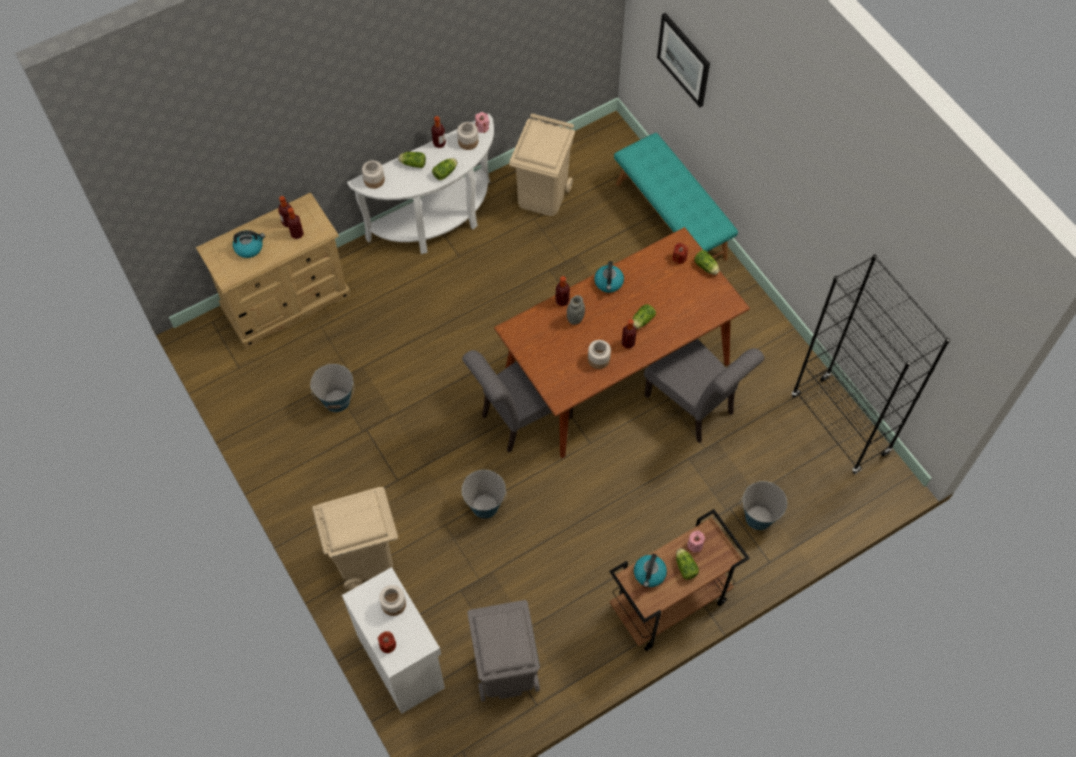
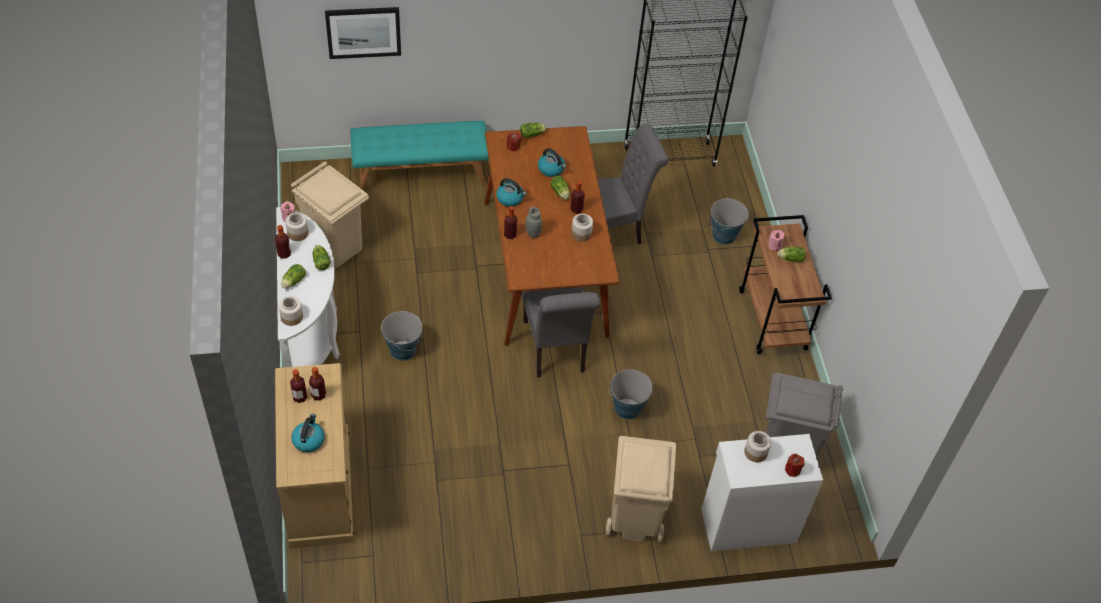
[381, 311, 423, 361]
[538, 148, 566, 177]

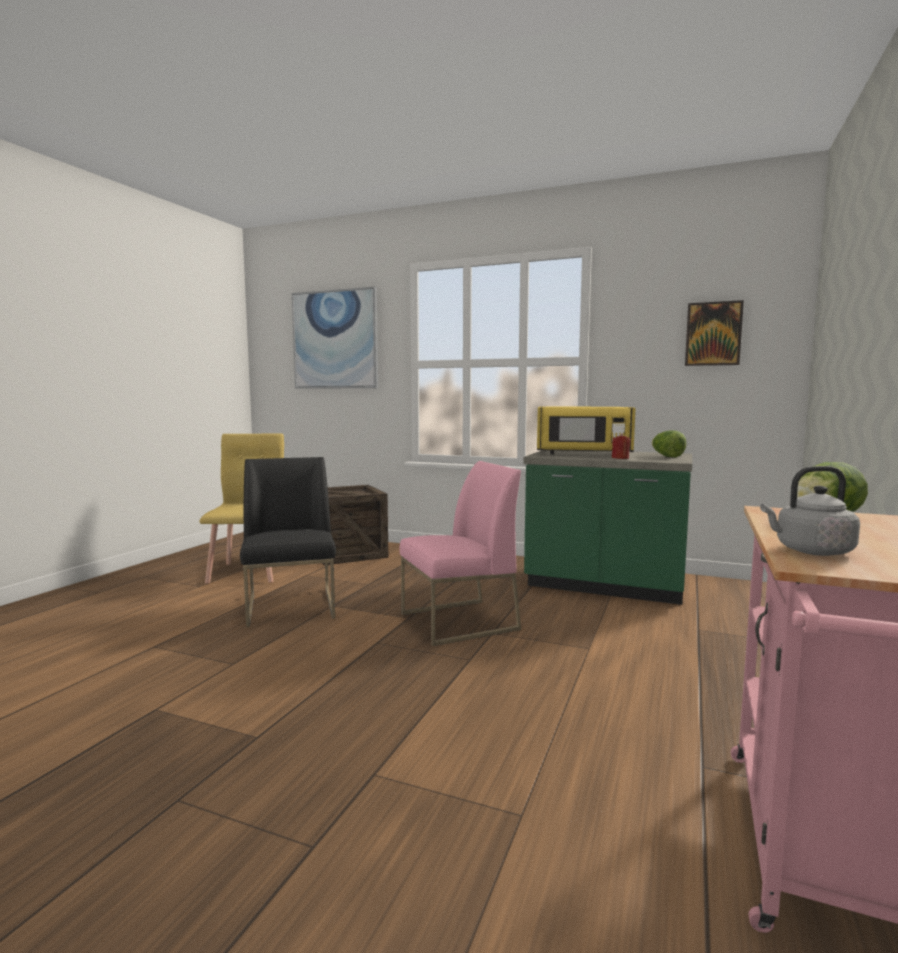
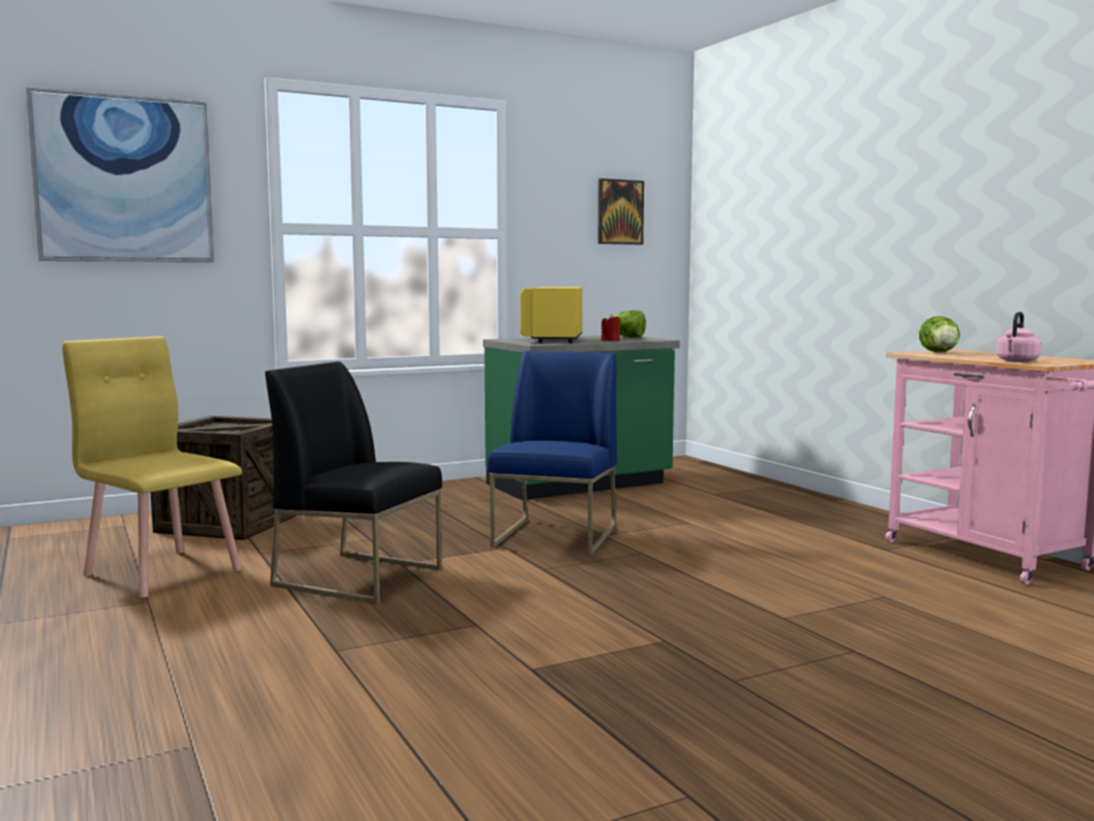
[487, 351, 617, 556]
[996, 312, 1041, 362]
[520, 287, 582, 343]

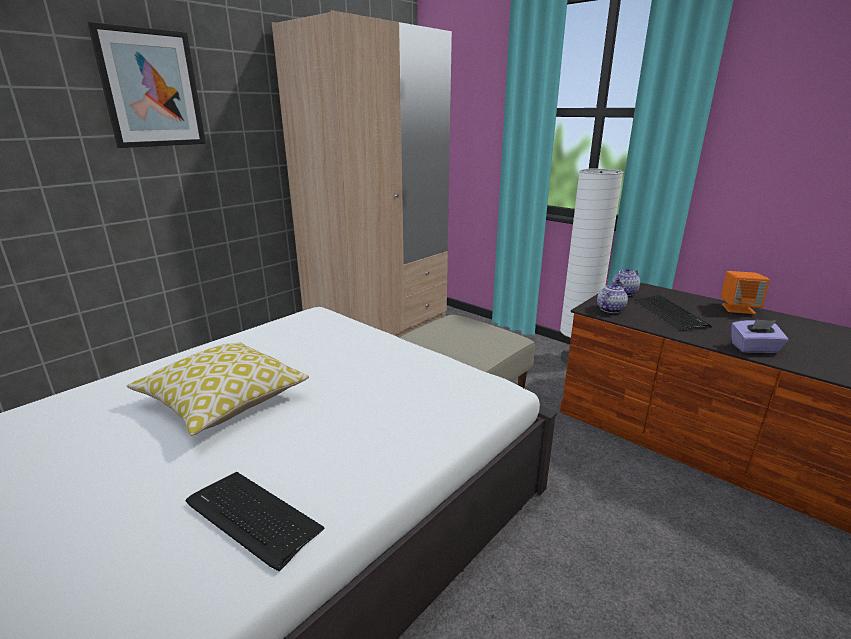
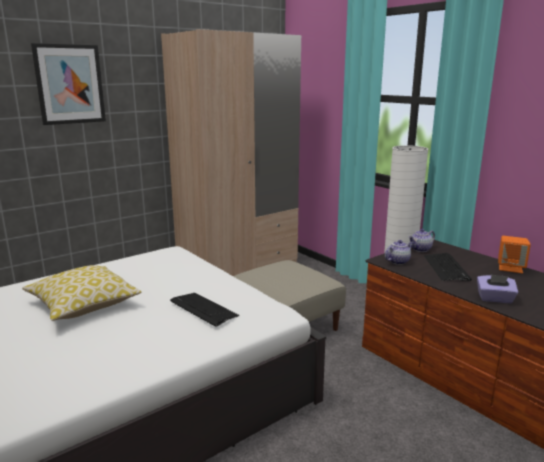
[170, 293, 239, 327]

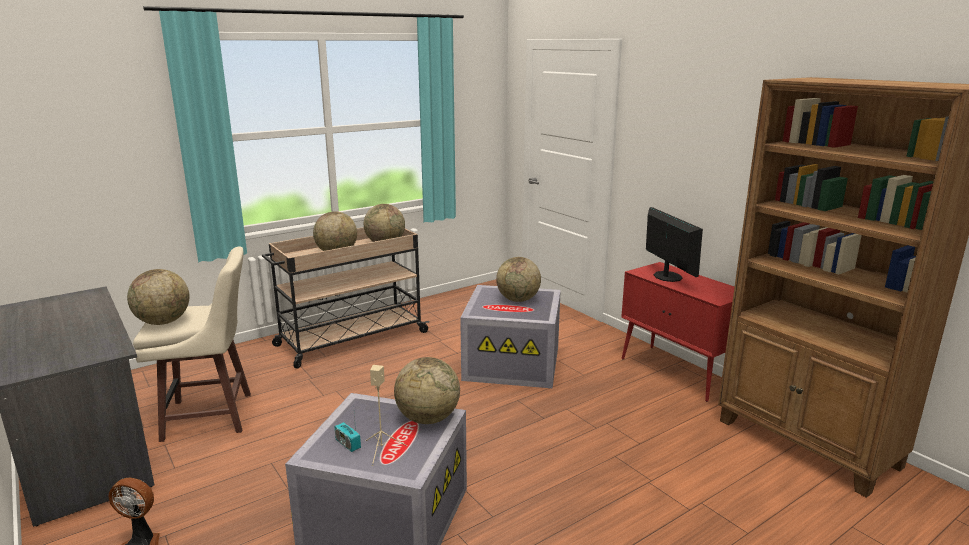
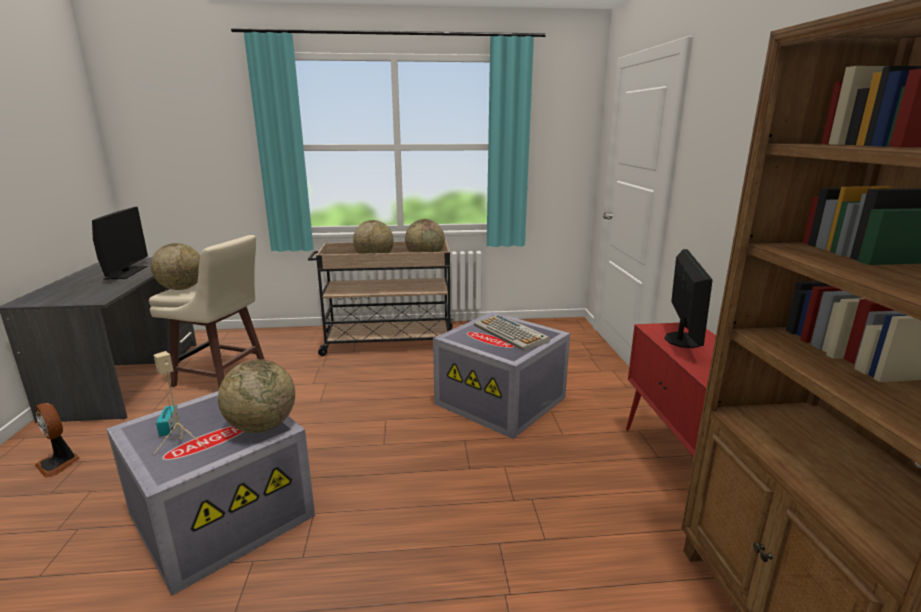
[92, 207, 148, 280]
[474, 314, 550, 351]

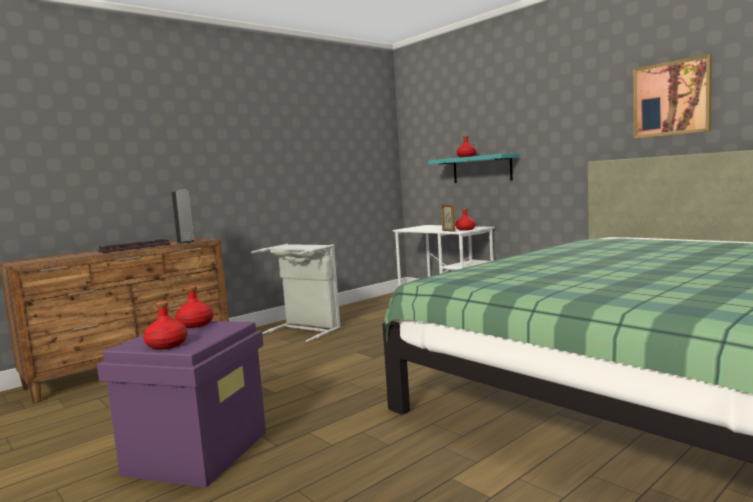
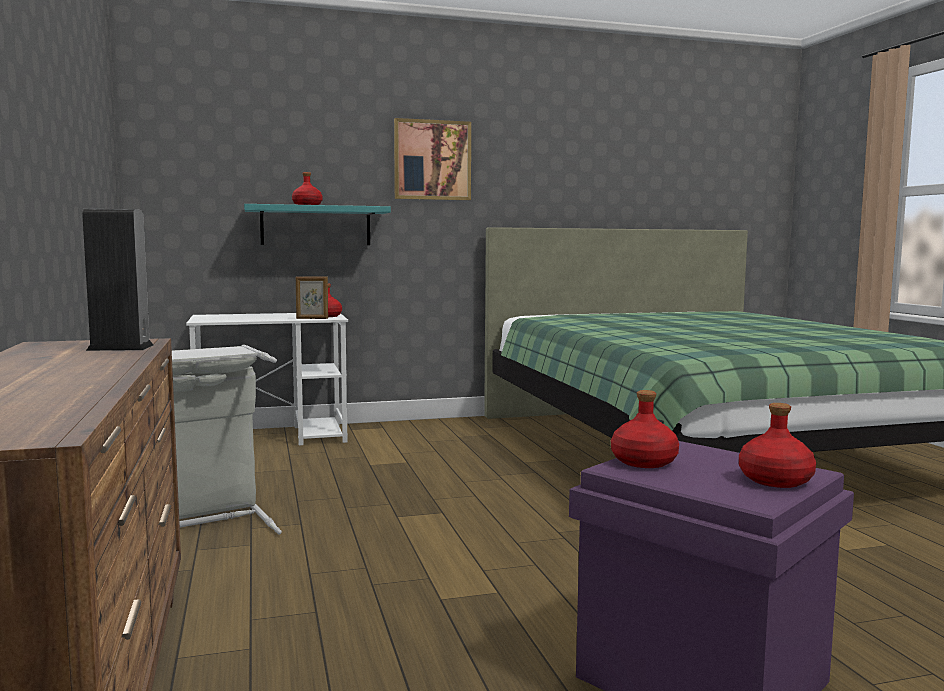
[98, 239, 171, 253] (first image)
[394, 118, 471, 200]

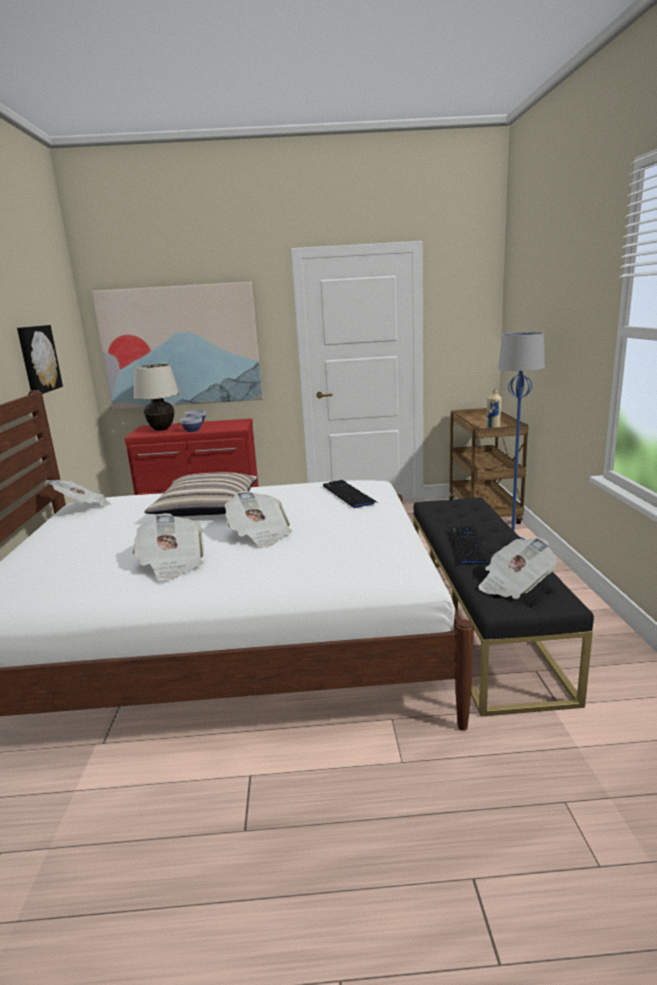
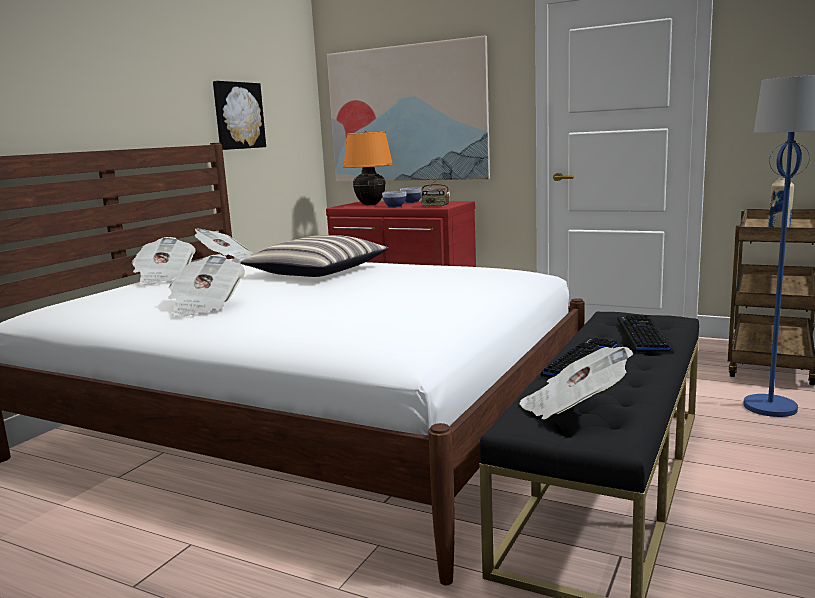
[421, 175, 450, 207]
[132, 237, 196, 285]
[617, 315, 676, 352]
[343, 131, 393, 205]

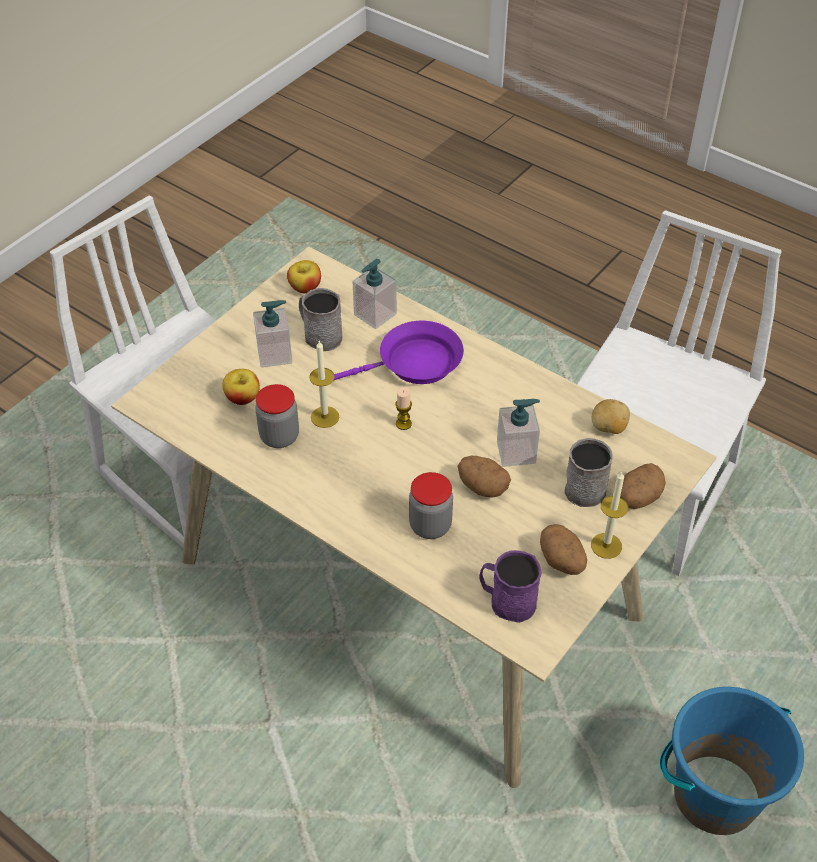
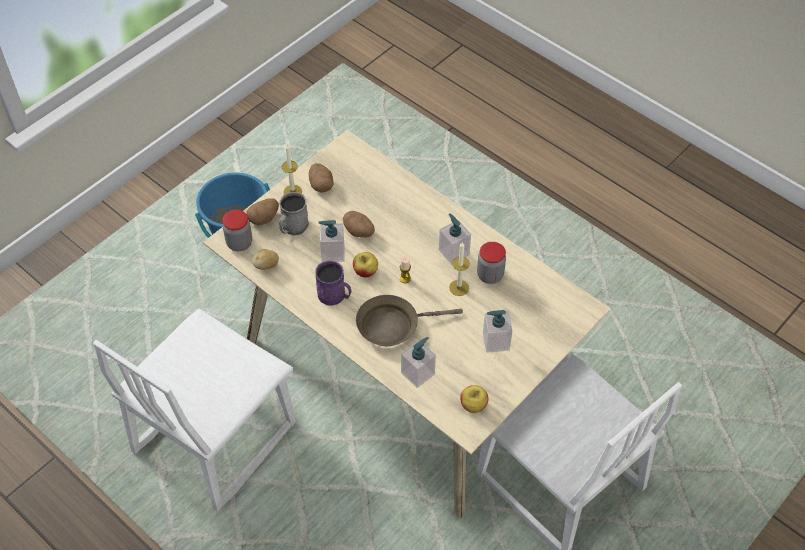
[299, 288, 342, 351] (first image)
[439, 214, 471, 265]
[353, 252, 378, 277]
[222, 210, 252, 251]
[316, 261, 351, 306]
[356, 295, 463, 346]

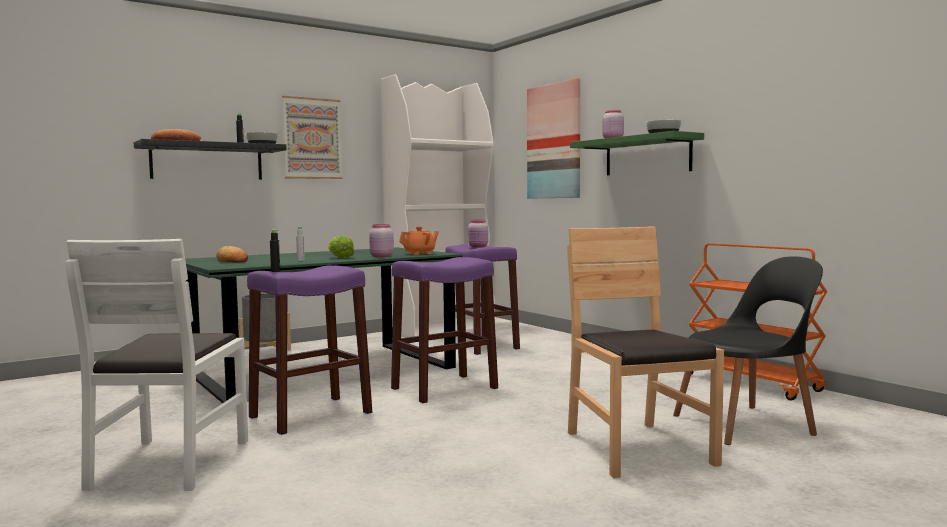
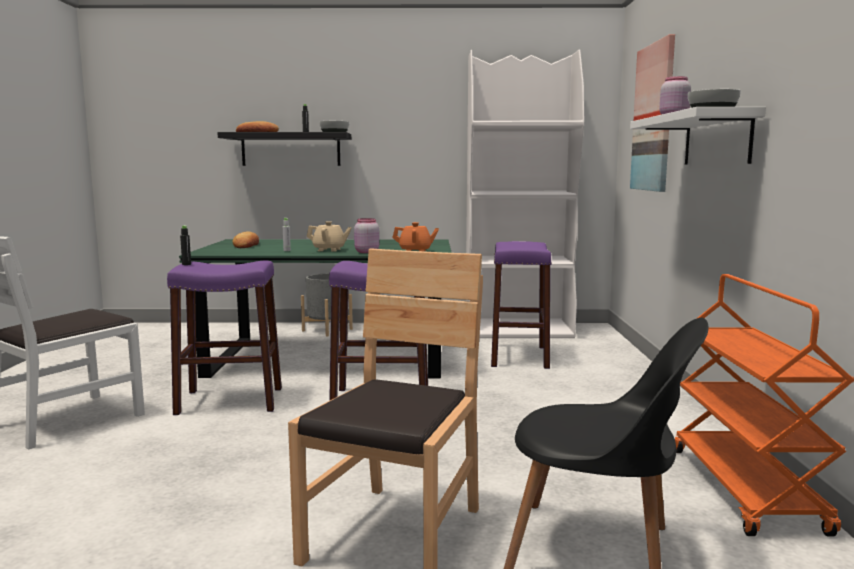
[282, 96, 343, 179] (first image)
[468, 220, 488, 248] (first image)
[307, 221, 352, 252]
[630, 107, 766, 164]

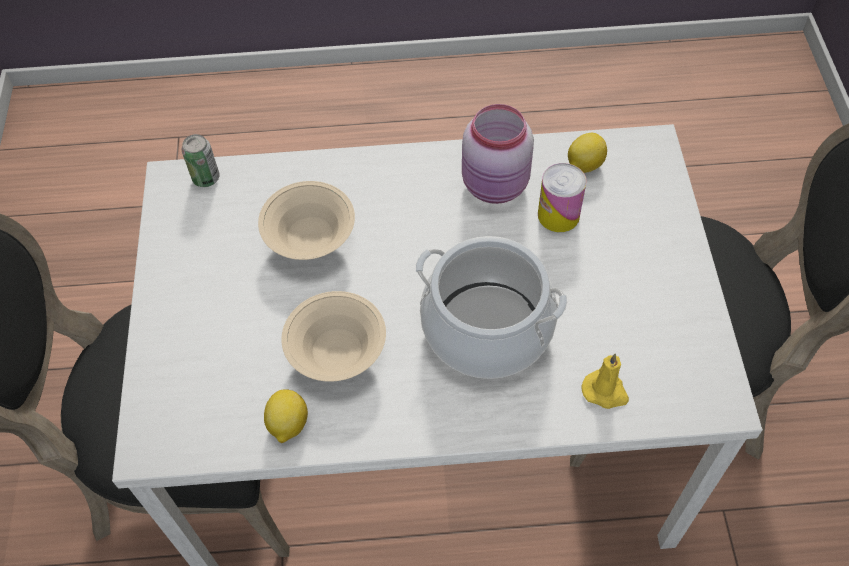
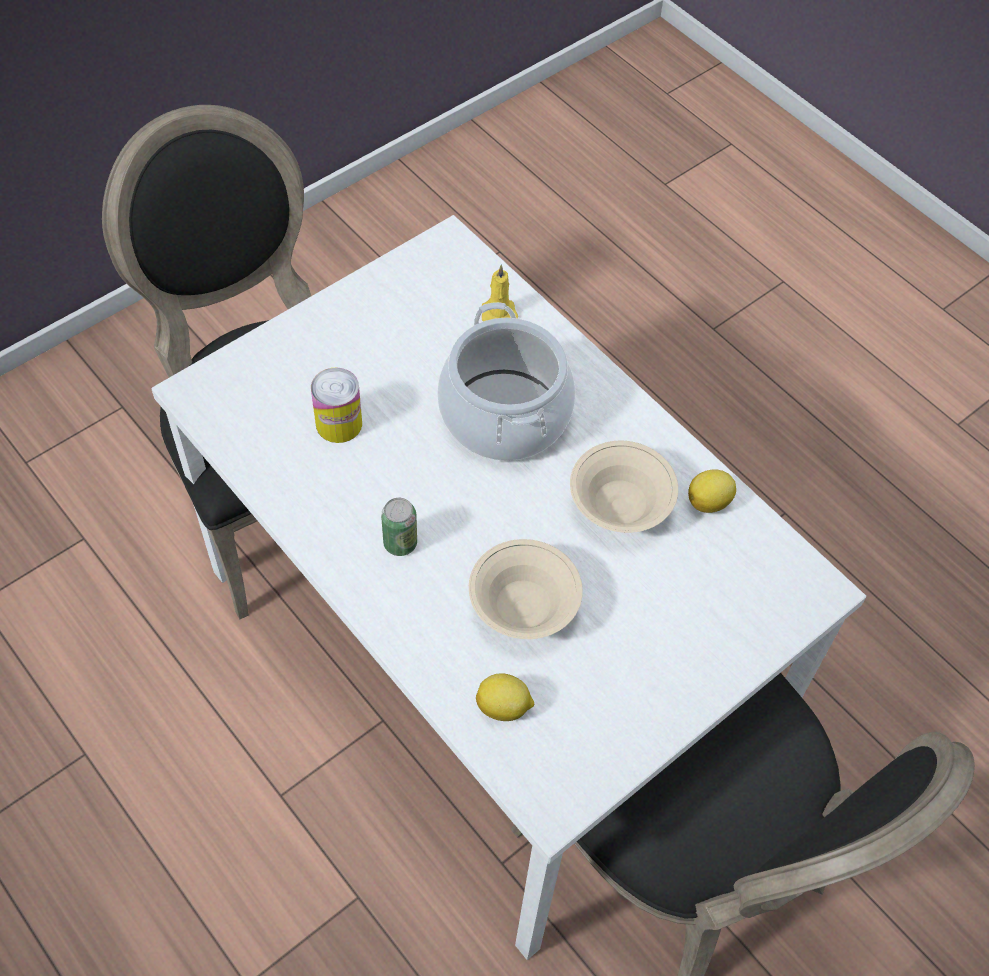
[462, 104, 534, 204] (first image)
[381, 498, 417, 556]
[476, 673, 534, 721]

